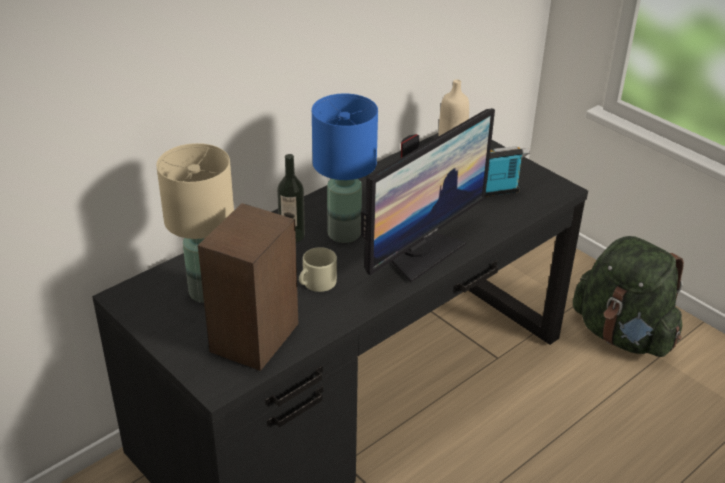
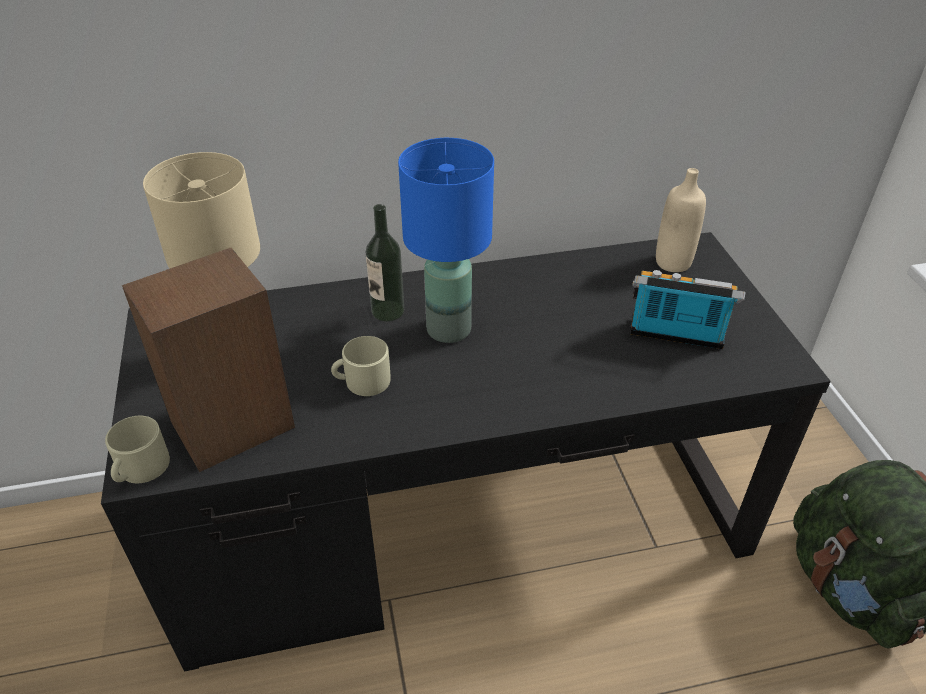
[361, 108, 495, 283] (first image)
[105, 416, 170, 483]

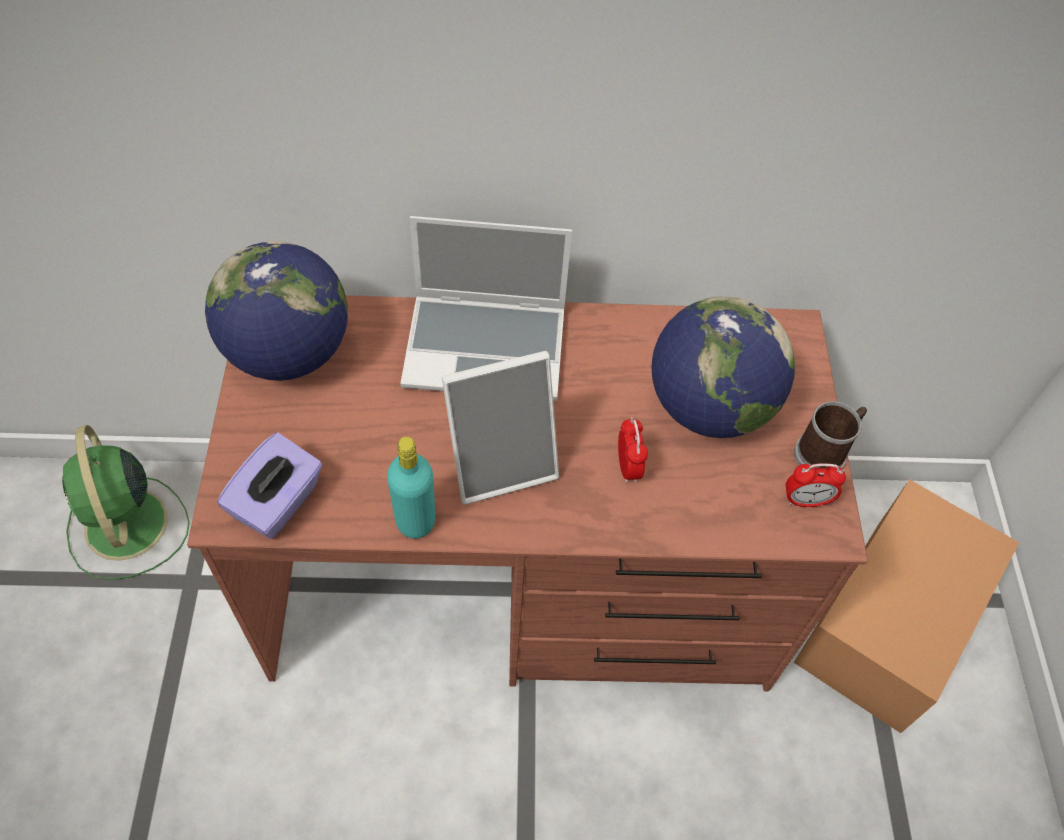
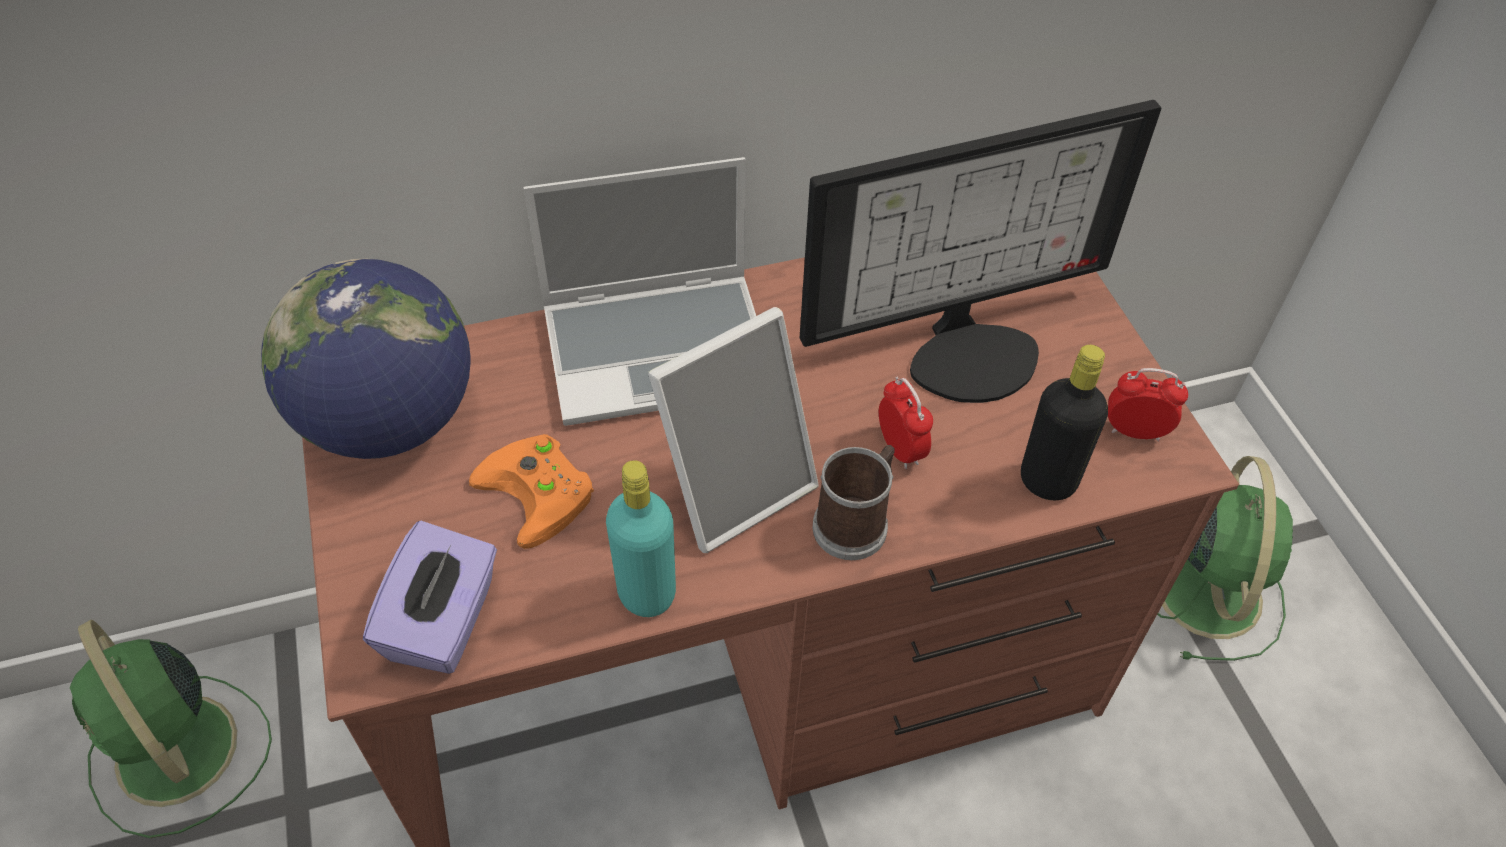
[469, 434, 594, 549]
[1021, 345, 1108, 500]
[813, 445, 895, 560]
[800, 100, 1161, 403]
[1157, 456, 1293, 661]
[1108, 368, 1188, 442]

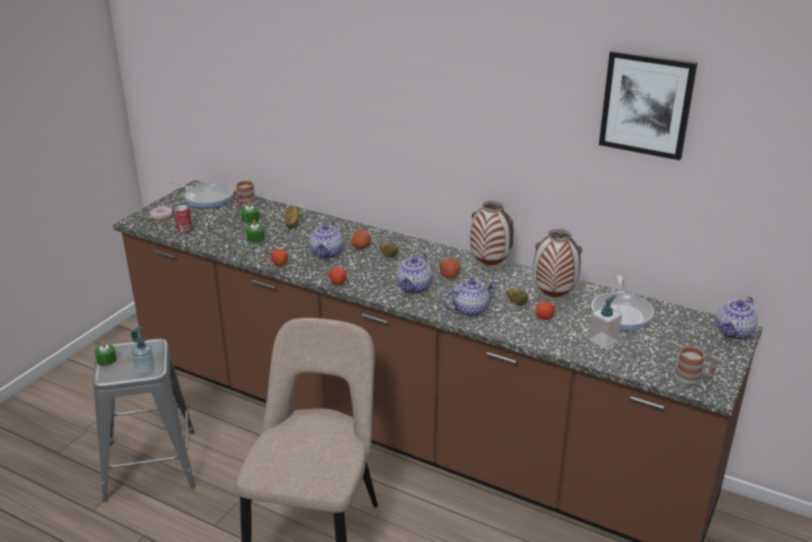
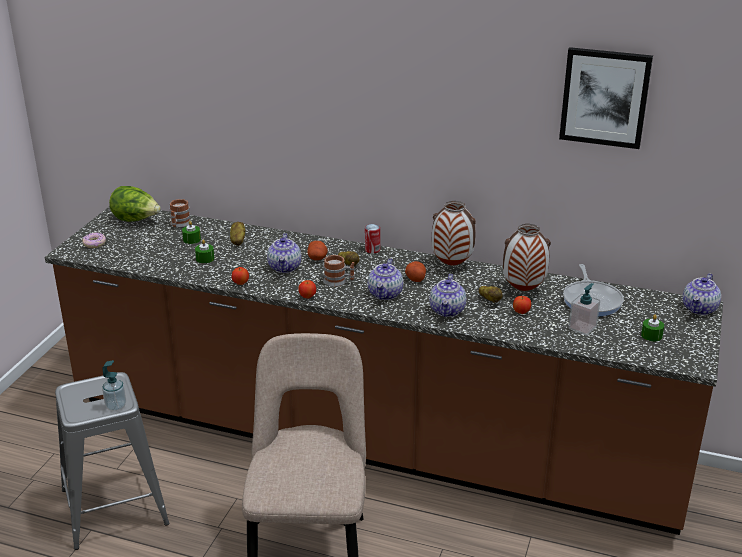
[641, 315, 664, 341]
[365, 224, 380, 254]
[323, 255, 355, 287]
[109, 186, 161, 222]
[429, 274, 466, 317]

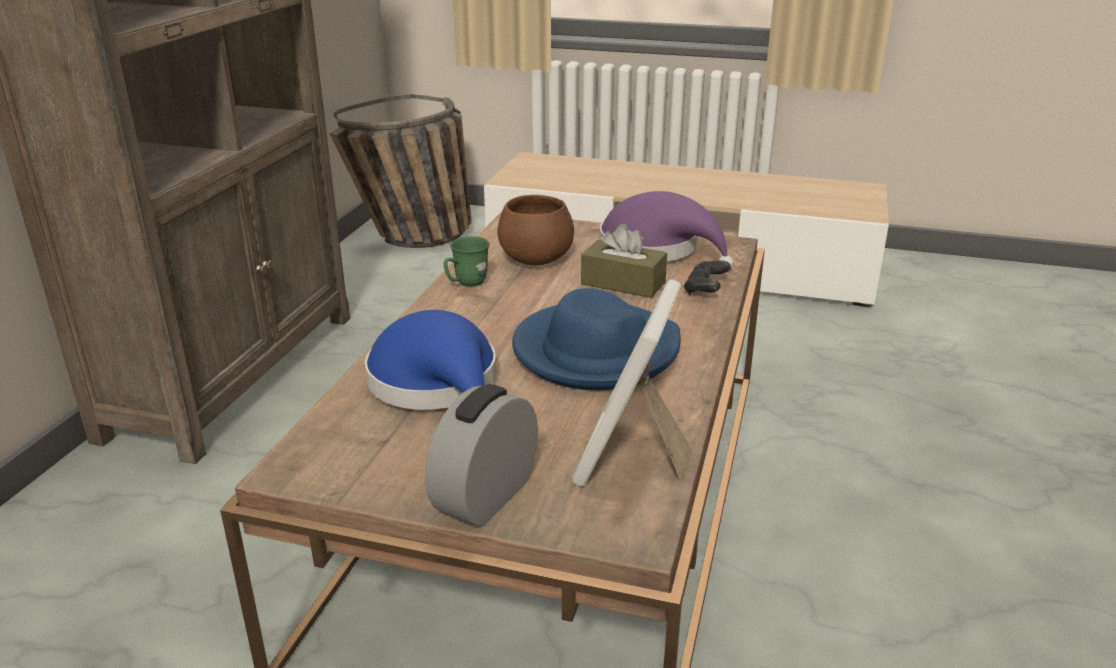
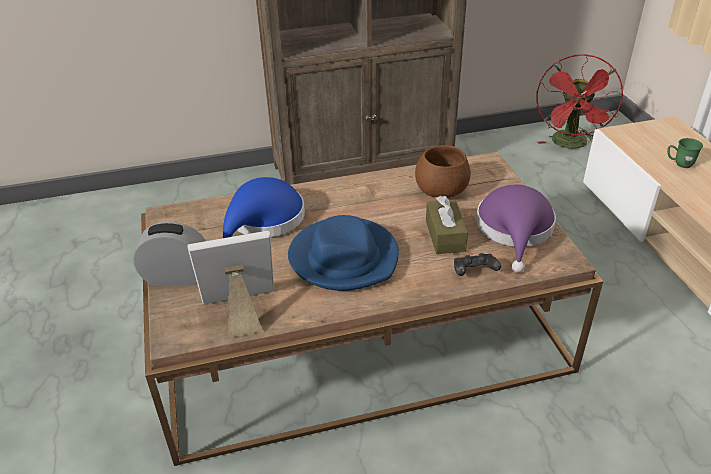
[667, 138, 703, 168]
[536, 54, 623, 149]

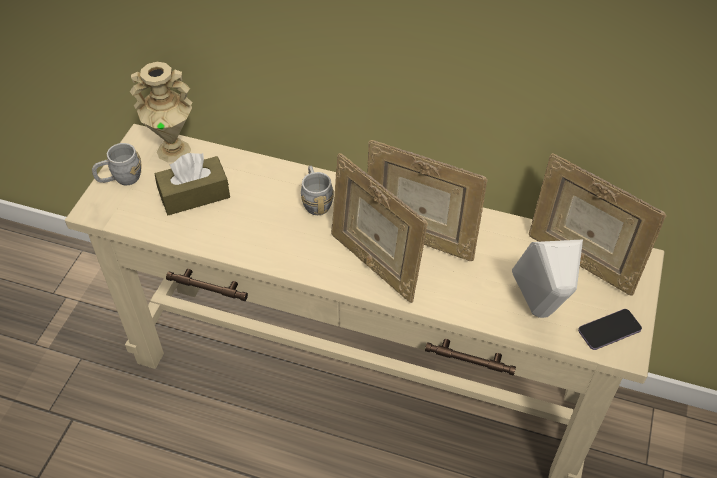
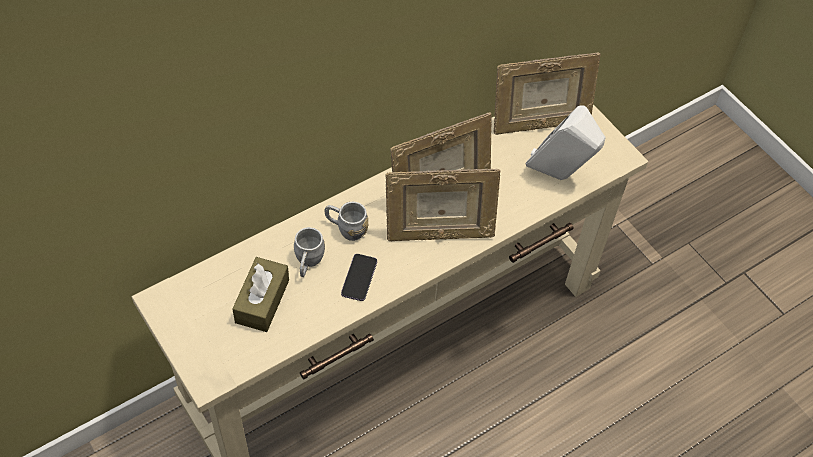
[130, 62, 192, 162] (first image)
[294, 227, 325, 277]
[341, 254, 377, 301]

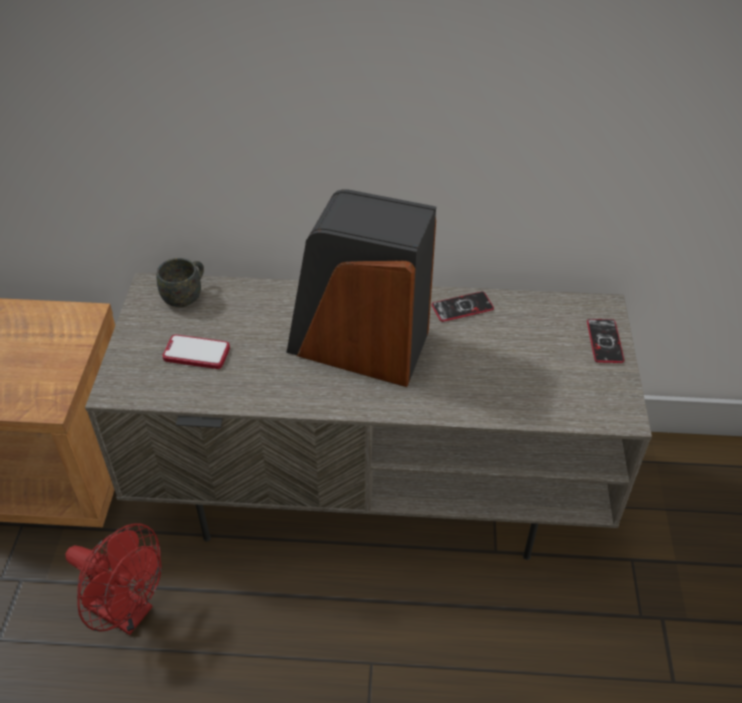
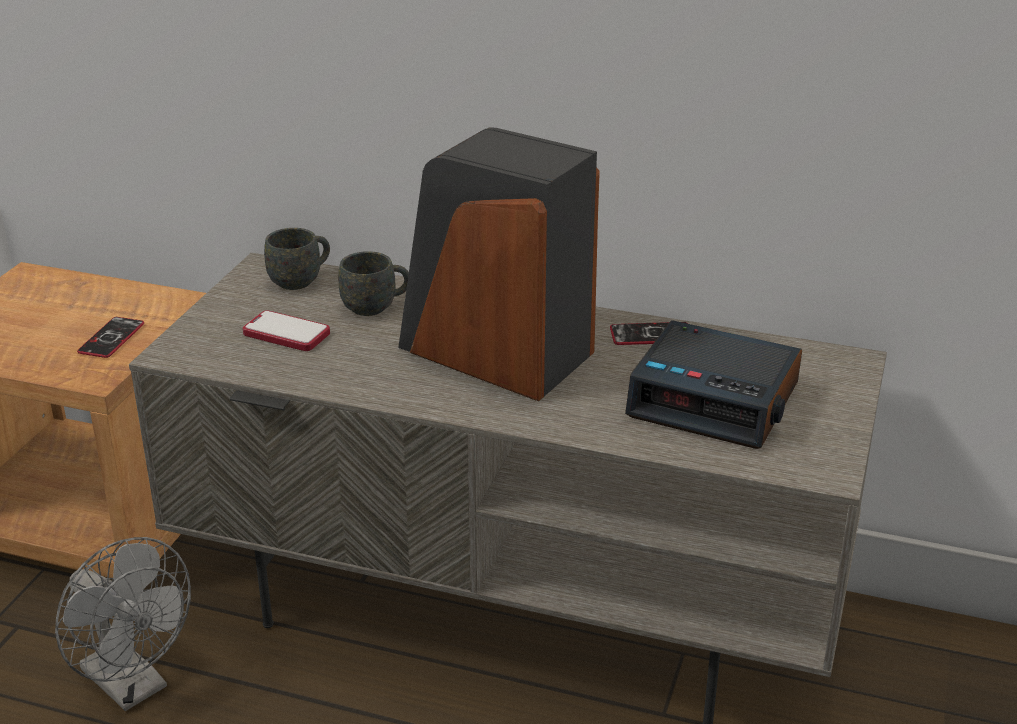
[338, 251, 409, 316]
[625, 320, 802, 449]
[77, 317, 144, 358]
[55, 537, 191, 711]

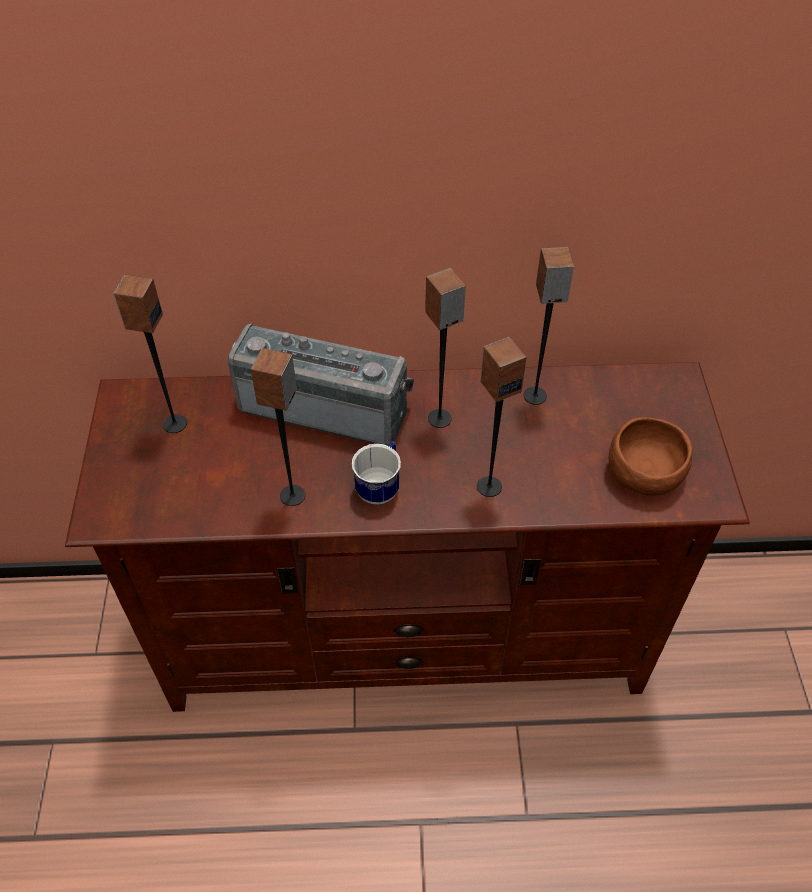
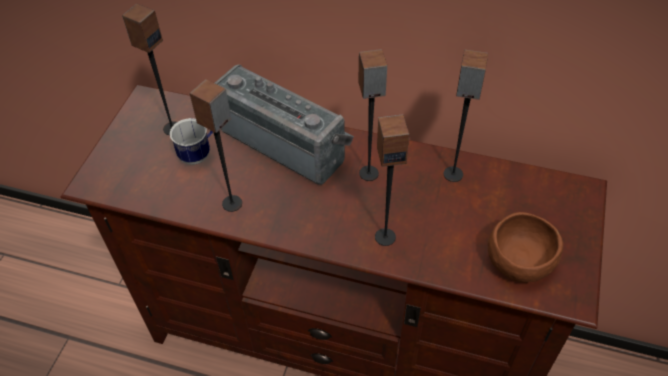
[170, 118, 213, 165]

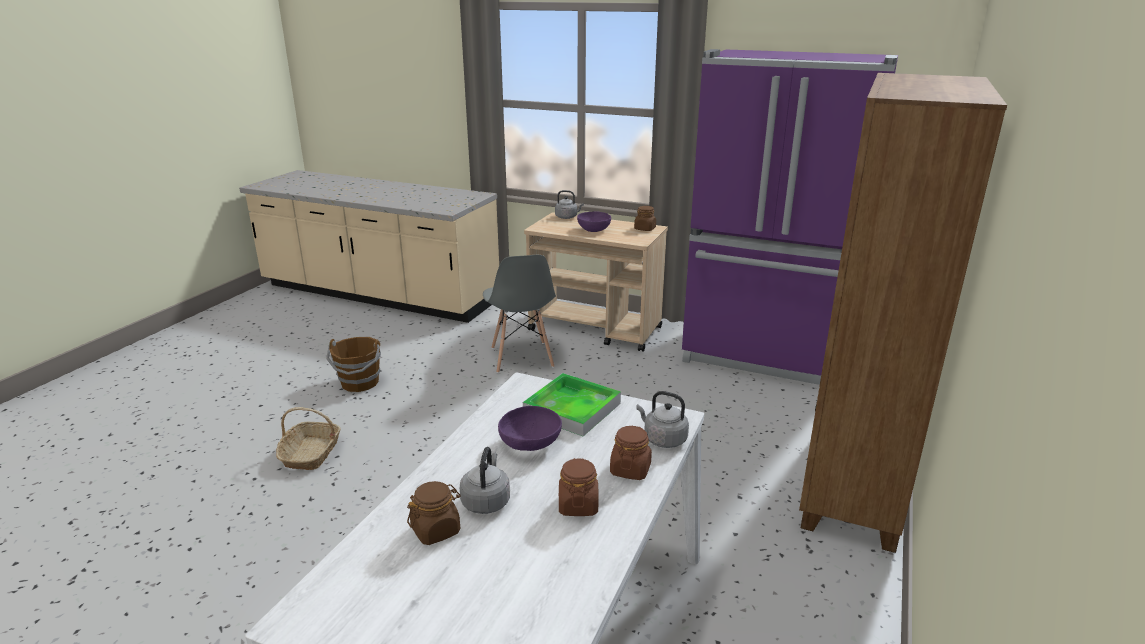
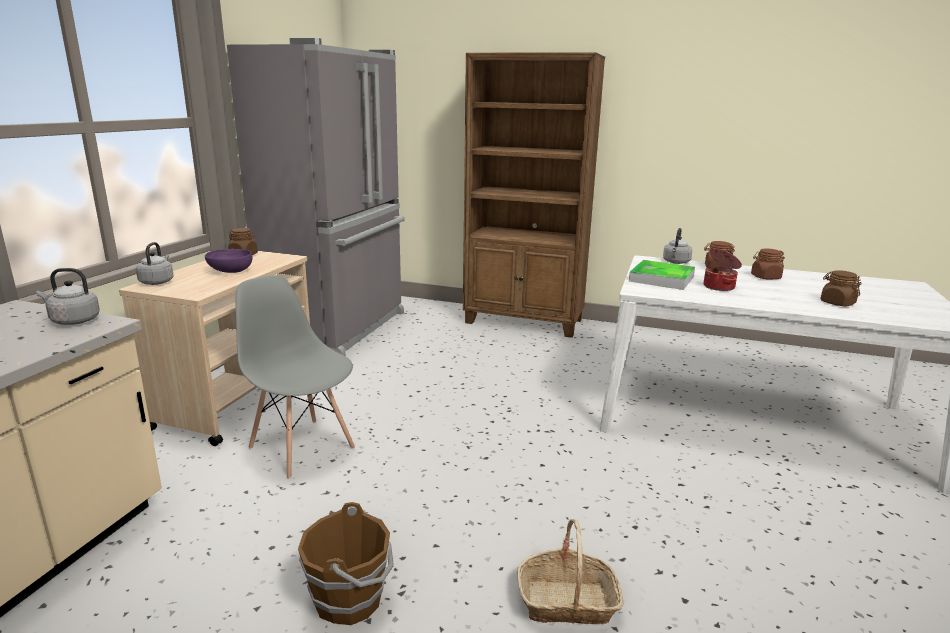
[36, 268, 100, 325]
[704, 248, 742, 291]
[227, 38, 405, 356]
[236, 275, 355, 479]

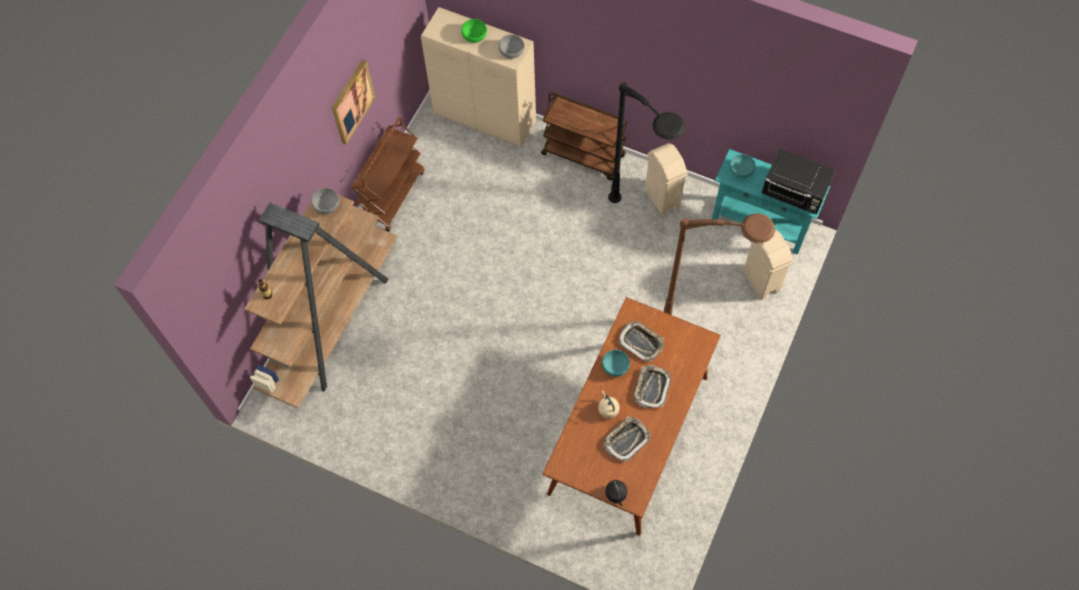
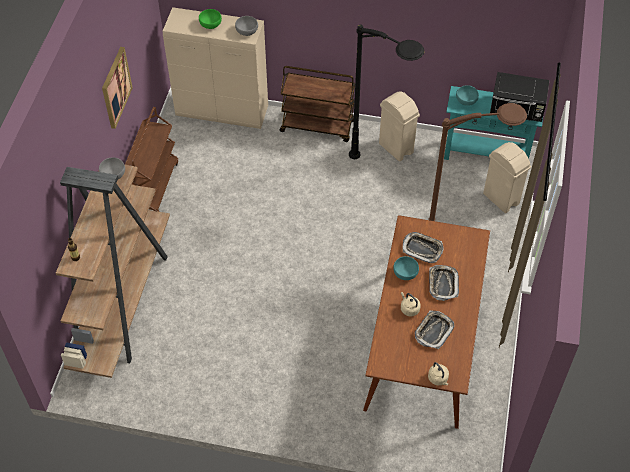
[428, 362, 449, 385]

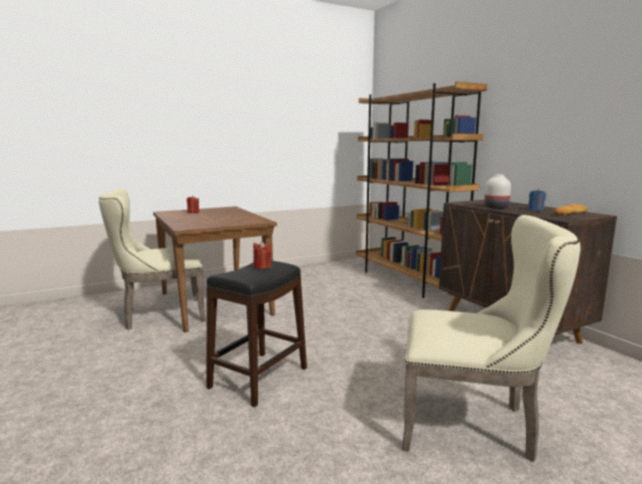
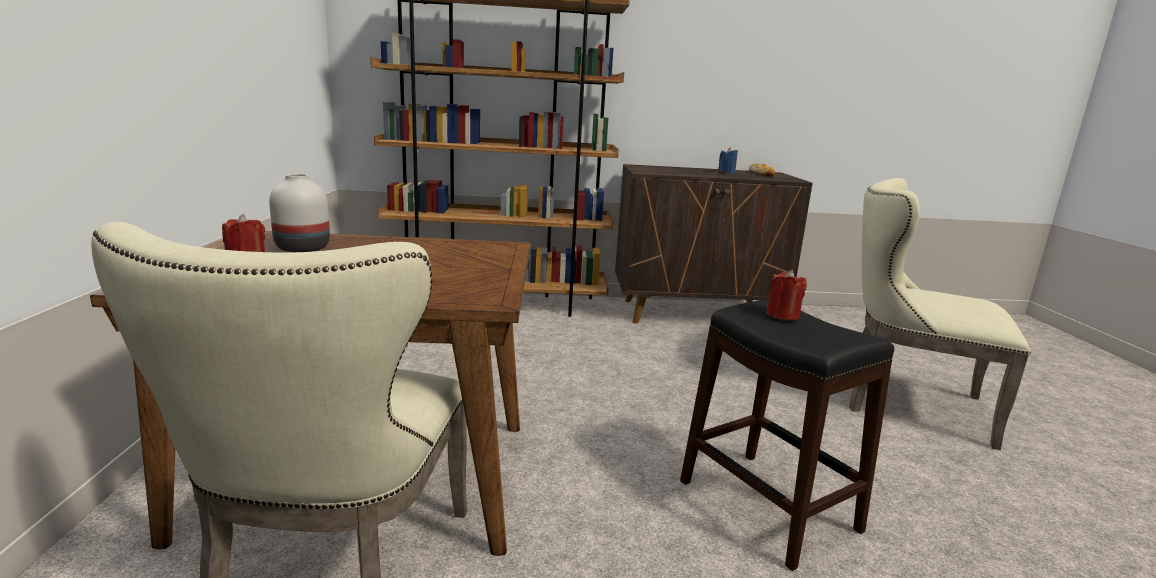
[269, 174, 330, 252]
[849, 178, 1031, 450]

